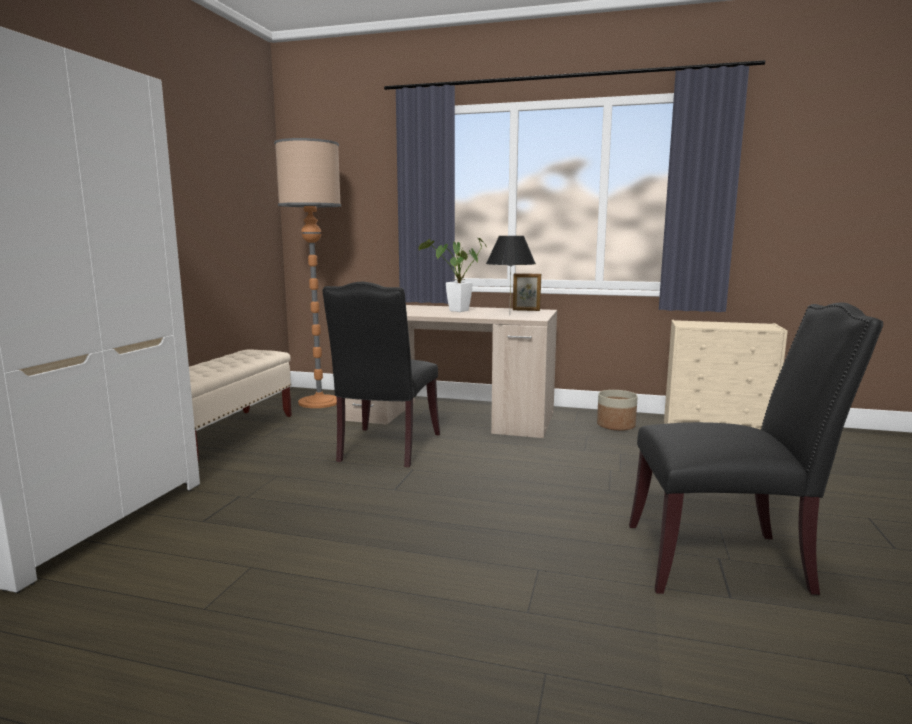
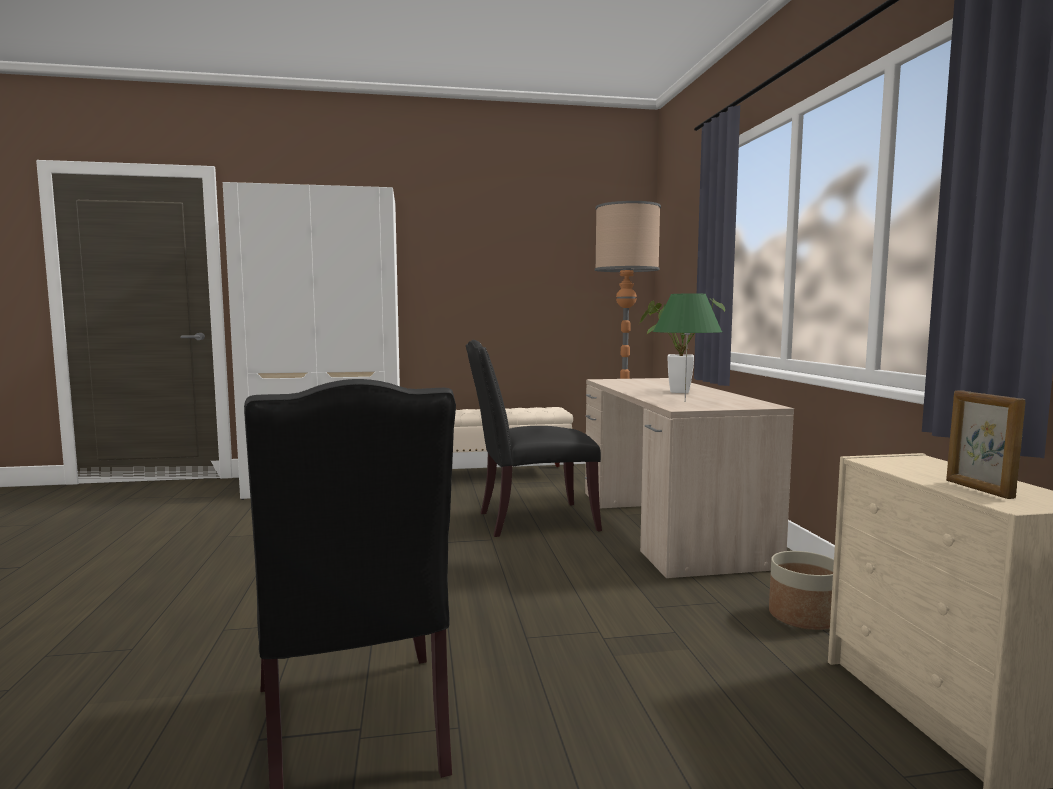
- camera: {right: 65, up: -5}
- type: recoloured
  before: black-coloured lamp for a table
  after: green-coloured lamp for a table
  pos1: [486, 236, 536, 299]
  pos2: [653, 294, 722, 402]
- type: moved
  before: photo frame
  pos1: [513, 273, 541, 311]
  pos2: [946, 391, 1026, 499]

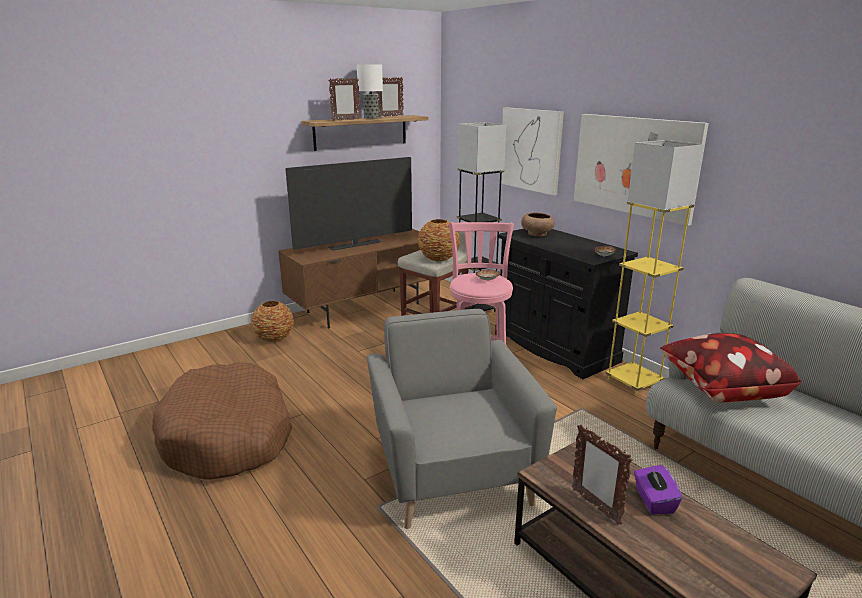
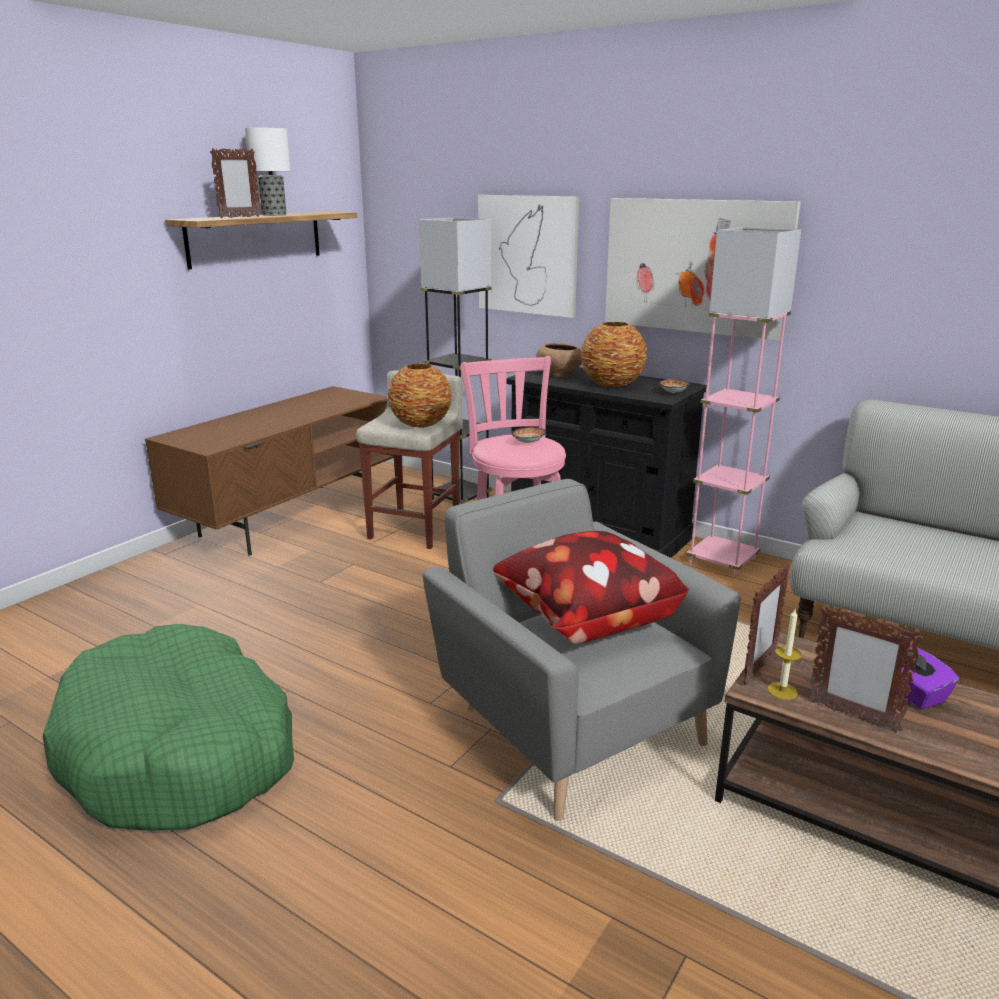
- camera: {right: -20, up: 0}
- type: recoloured
  before: brownish pet bed
  after: green-coloured pet bed
  pos1: [152, 362, 292, 479]
  pos2: [43, 624, 294, 831]
- type: moved
  before: throw pillow
  pos1: [660, 333, 802, 402]
  pos2: [493, 531, 688, 644]
- type: moved
  before: flower vase
  pos1: [251, 301, 294, 342]
  pos2: [581, 322, 647, 387]
- type: recoloured
  before: yellowish floor lamp
  after: pinkish floor lamp
  pos1: [605, 140, 704, 395]
  pos2: [686, 227, 801, 576]
- type: moved
  before: photo frame
  pos1: [377, 77, 404, 116]
  pos2: [743, 563, 790, 685]
- type: added
  after: wax light
  pos2: [767, 609, 802, 700]
- type: removed
  before: television
  pos1: [285, 157, 412, 250]

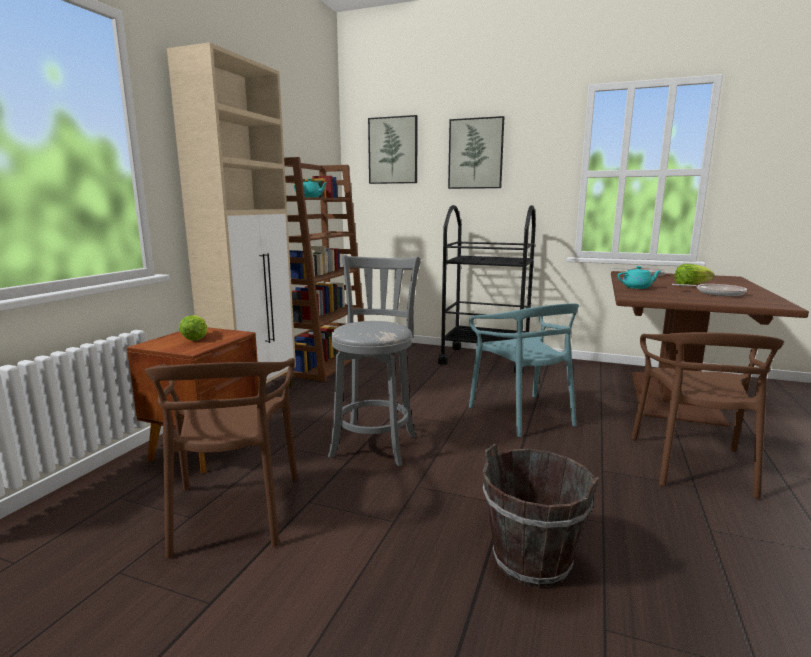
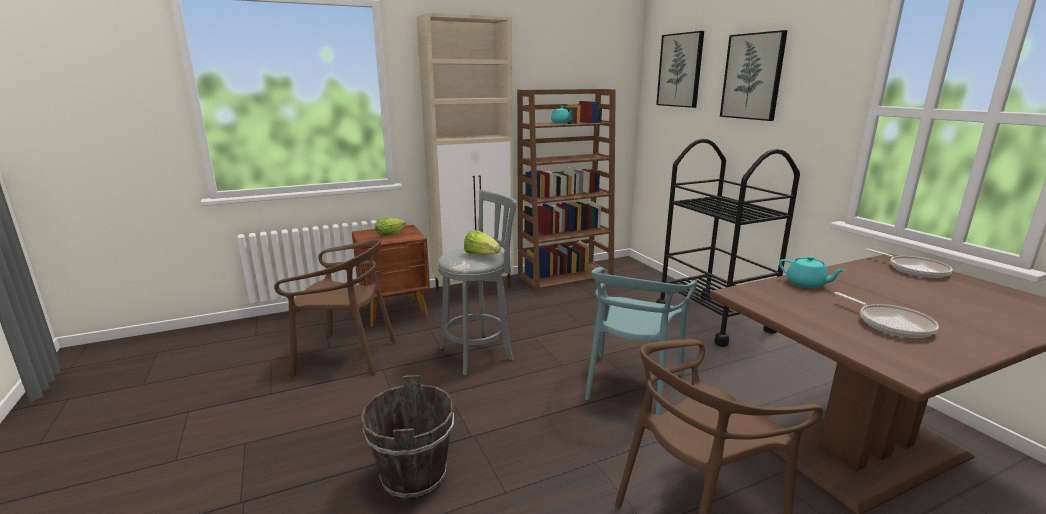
- camera: {right: 45, up: 5}
- type: turned
  before: brownish upright chair
  pos1: [145, 358, 298, 558]
  pos2: [274, 239, 396, 375]
  turn: -120
- type: moved
  before: lettuce head
  pos1: [675, 264, 715, 286]
  pos2: [464, 230, 501, 255]

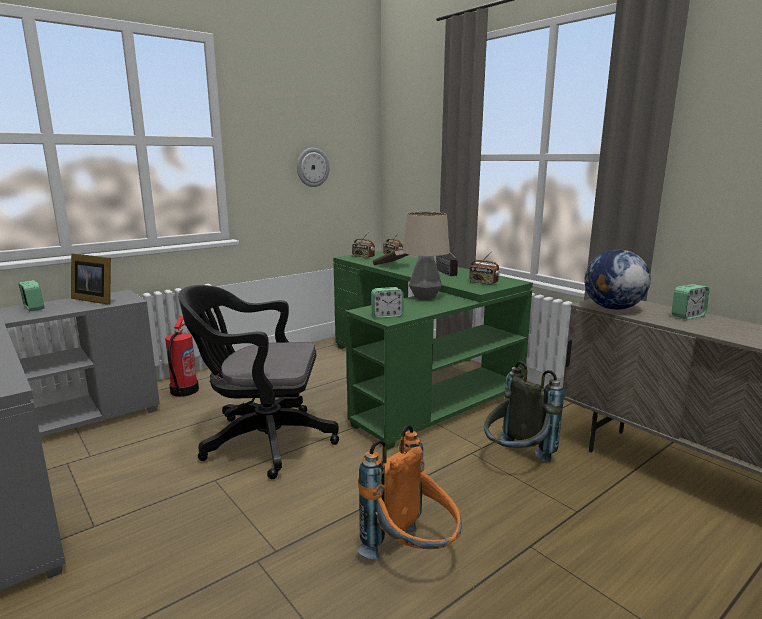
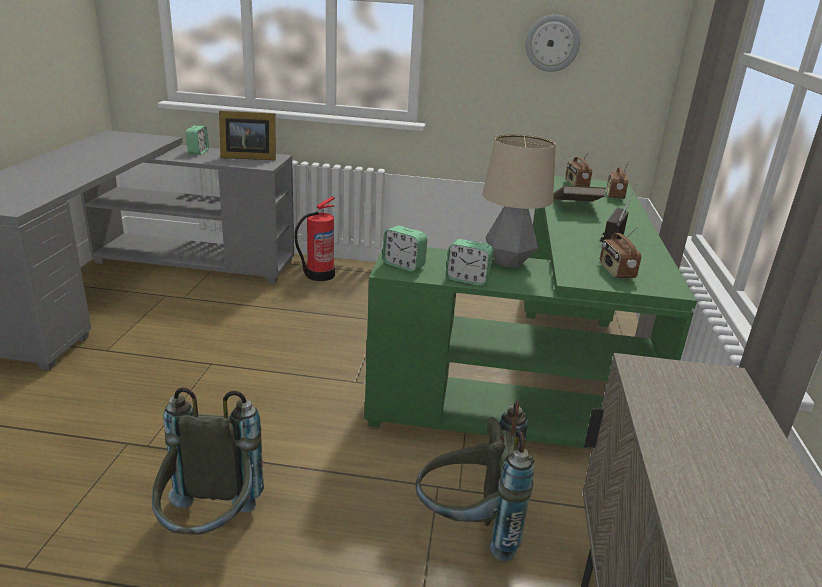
- camera: {right: 45, up: 10}
- type: recoloured
  before: orangey backpack
  after: greyish backpack
  pos1: [356, 425, 462, 559]
  pos2: [152, 387, 264, 535]
- type: turned
  before: photo frame
  pos1: [71, 254, 111, 305]
  pos2: [219, 111, 276, 160]
  turn: -75
- type: moved
  before: bedside clock
  pos1: [672, 284, 709, 319]
  pos2: [446, 239, 493, 286]
- type: removed
  before: black-coloured office chair
  pos1: [178, 285, 339, 479]
- type: removed
  before: desk globe
  pos1: [584, 249, 651, 310]

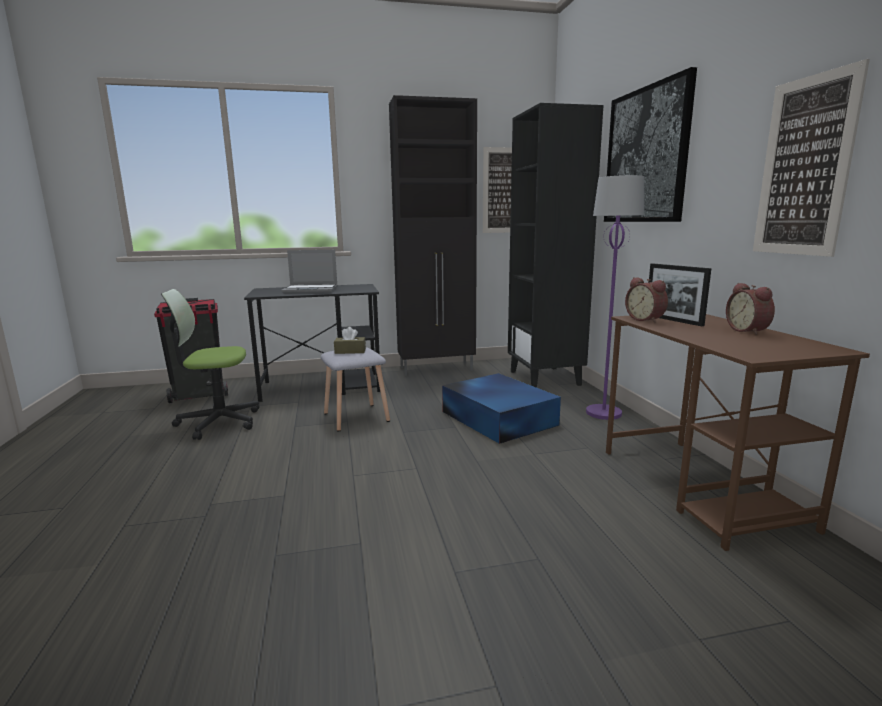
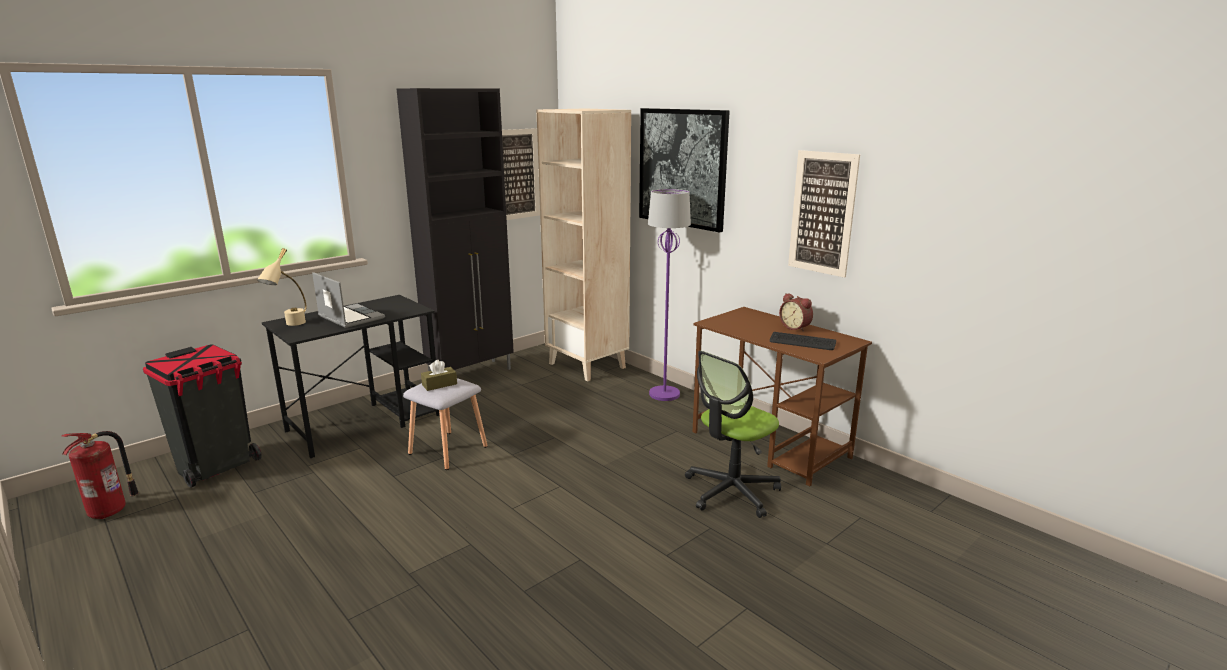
- camera: {right: -30, up: 5}
- type: added
  after: fire-fighting cylinder
  pos2: [61, 431, 139, 519]
- type: added
  after: beige lamp for a table
  pos2: [257, 248, 307, 326]
- type: turned
  before: portable computer
  pos1: [281, 250, 338, 293]
  pos2: [312, 272, 385, 328]
  turn: -105
- type: recoloured
  before: black-coloured bookcase
  after: beige bookcase
  pos1: [508, 103, 603, 388]
  pos2: [536, 109, 631, 381]
- type: moved
  before: office chair
  pos1: [161, 289, 260, 440]
  pos2: [685, 351, 781, 518]
- type: added
  after: computer keyboard
  pos2: [770, 332, 836, 350]
- type: removed
  before: blue storage container
  pos1: [442, 373, 561, 444]
- type: removed
  before: bedside clock
  pos1: [625, 277, 668, 323]
- type: removed
  before: photo frame
  pos1: [649, 264, 711, 326]

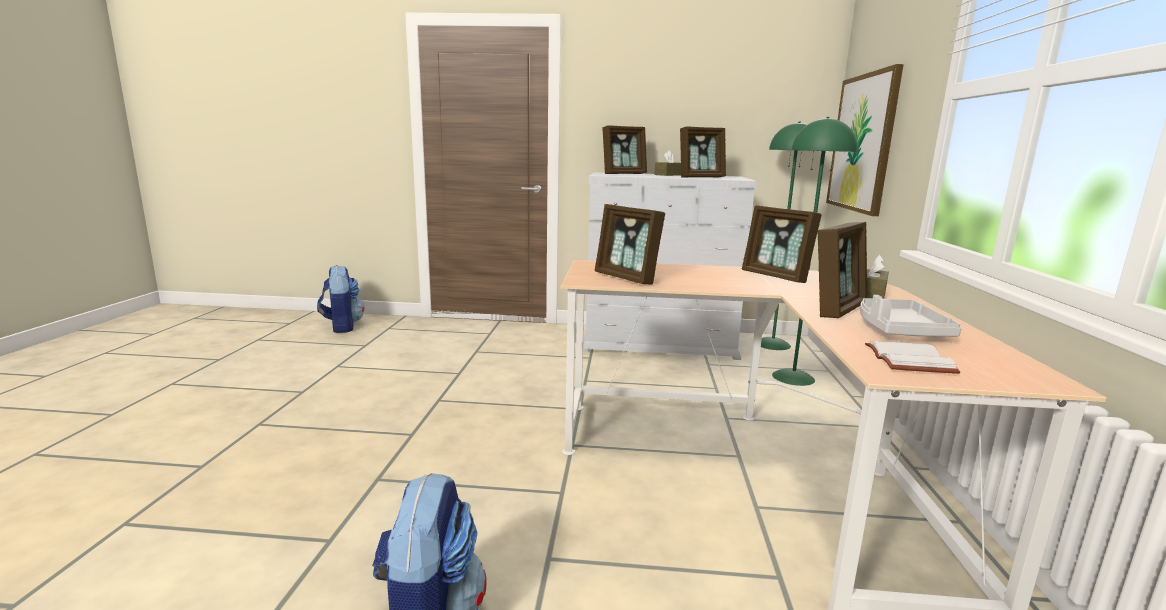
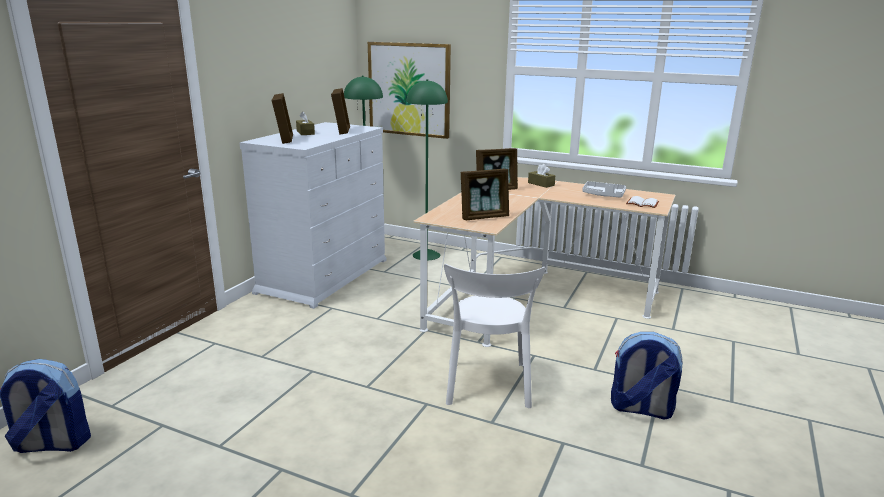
- camera: {right: -70, up: 5}
- type: added
  after: white-coloured upright chair
  pos2: [444, 264, 545, 408]
- type: removed
  before: photo frame
  pos1: [818, 222, 867, 318]

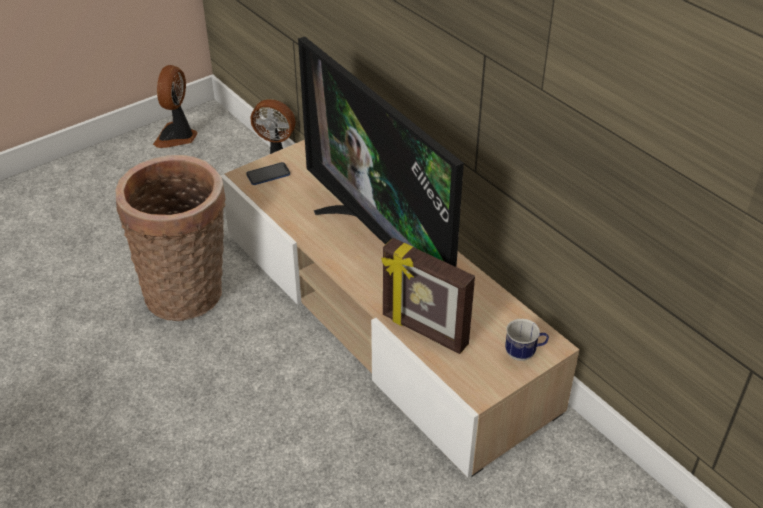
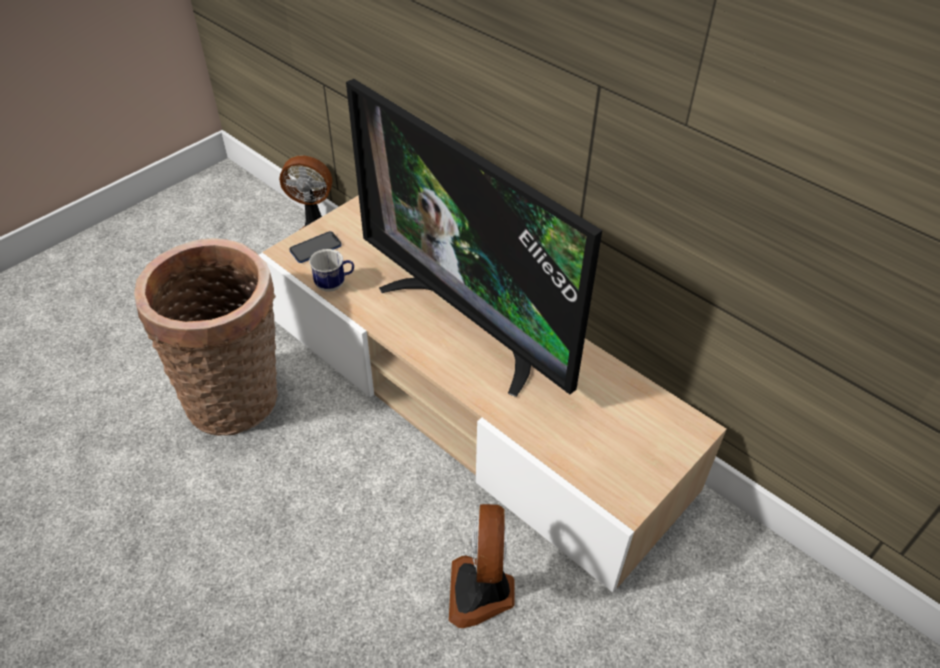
- camera: {right: -10, up: 5}
- type: moved
  before: coffee mug
  pos1: [505, 319, 549, 361]
  pos2: [309, 249, 354, 292]
- type: moved
  before: electric fan
  pos1: [153, 65, 198, 148]
  pos2: [449, 504, 514, 628]
- type: removed
  before: photo frame
  pos1: [381, 238, 475, 354]

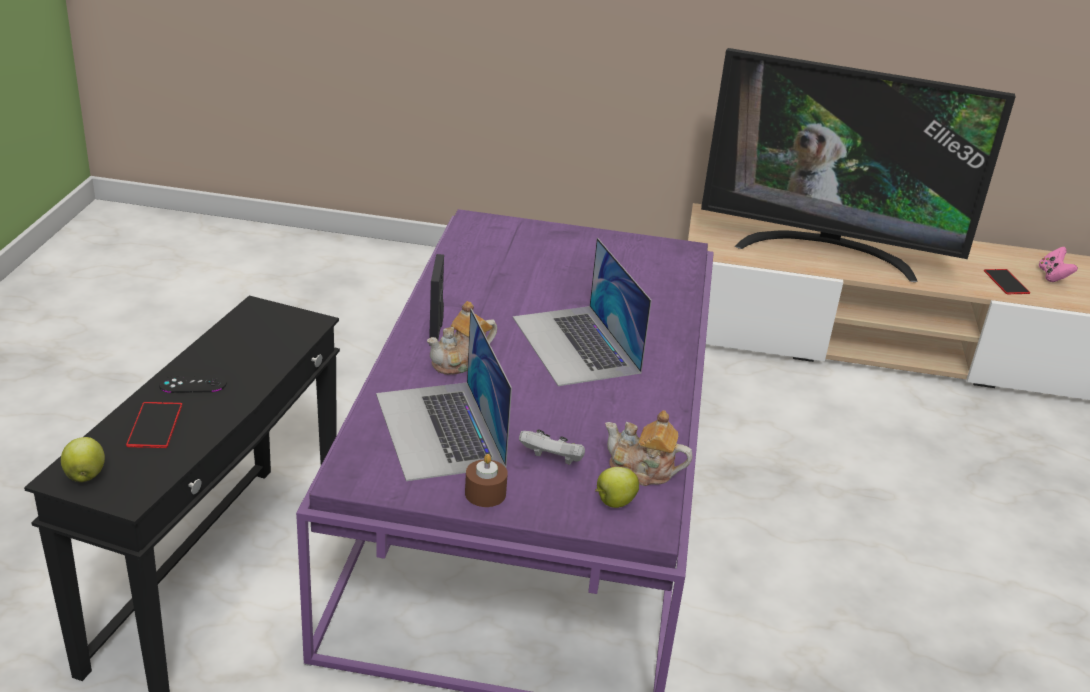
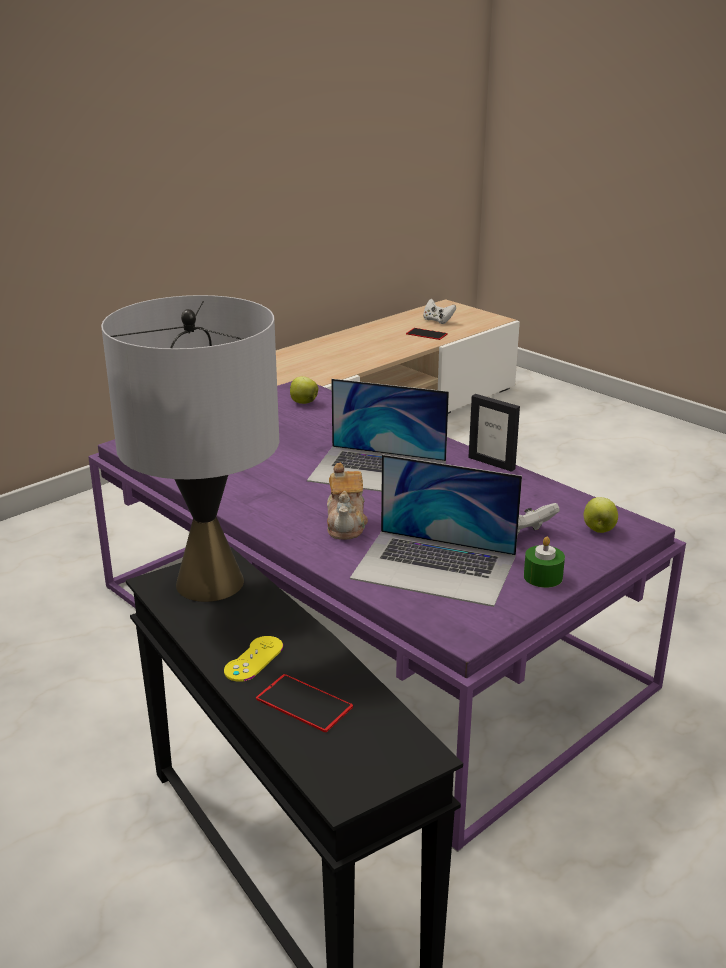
- camera: {right: -50, up: -5}
- type: added
  after: greyish lamp for a table
  pos2: [101, 295, 279, 602]
- type: recoloured
  before: black-coloured game controller
  after: yellowish game controller
  pos1: [159, 375, 227, 393]
  pos2: [224, 636, 283, 682]
- type: moved
  before: apple fruit
  pos1: [61, 437, 105, 482]
  pos2: [290, 376, 318, 404]
- type: recoloured
  before: pinkish game controller
  after: white-coloured game controller
  pos1: [1039, 247, 1078, 282]
  pos2: [423, 299, 456, 324]
- type: moved
  before: photo frame
  pos1: [429, 254, 444, 346]
  pos2: [468, 394, 520, 472]
- type: recoloured
  before: brownish wax light
  after: green-coloured wax light
  pos1: [465, 454, 508, 507]
  pos2: [524, 537, 565, 588]
- type: removed
  before: pot for tea
  pos1: [605, 410, 693, 486]
- type: removed
  before: television
  pos1: [701, 48, 1016, 282]

